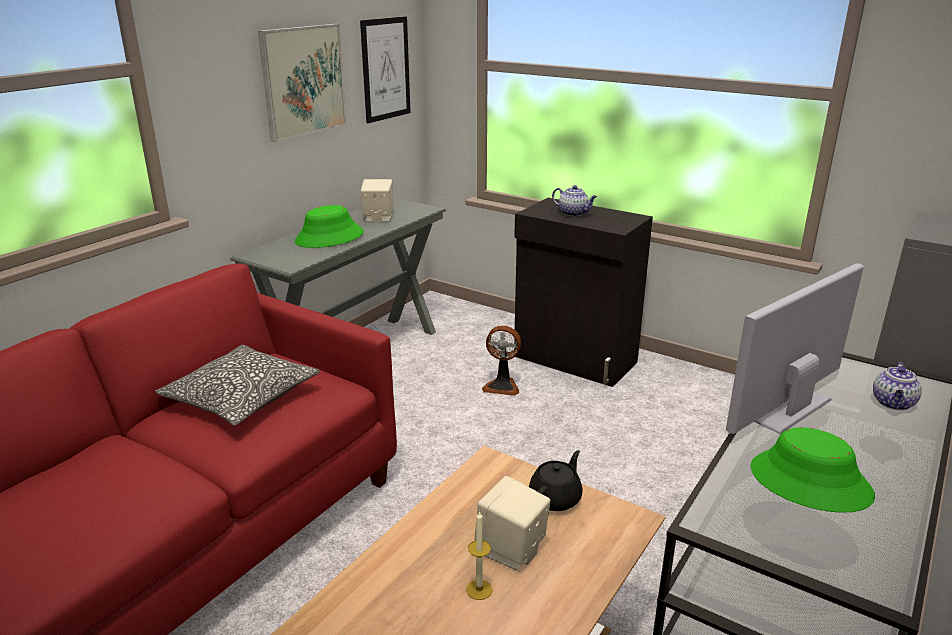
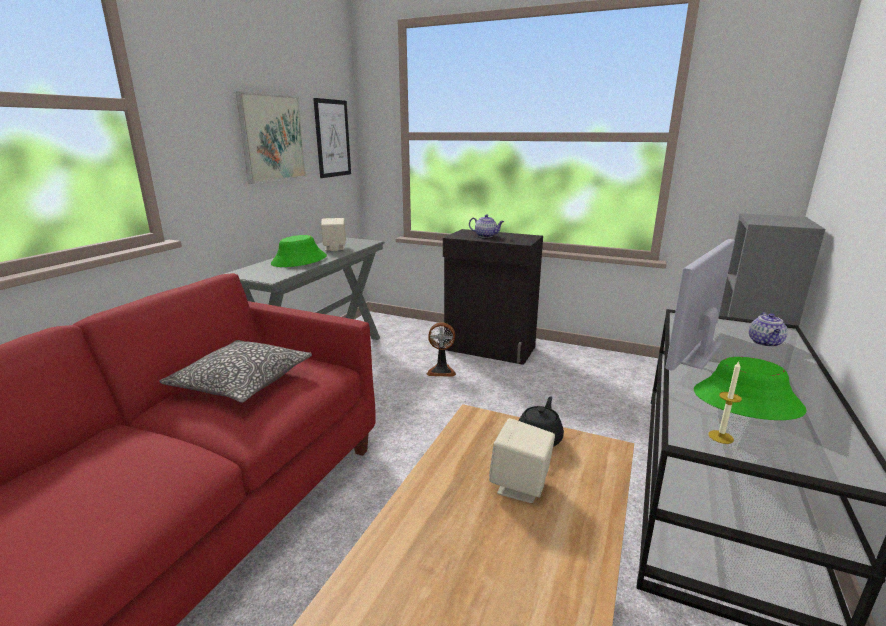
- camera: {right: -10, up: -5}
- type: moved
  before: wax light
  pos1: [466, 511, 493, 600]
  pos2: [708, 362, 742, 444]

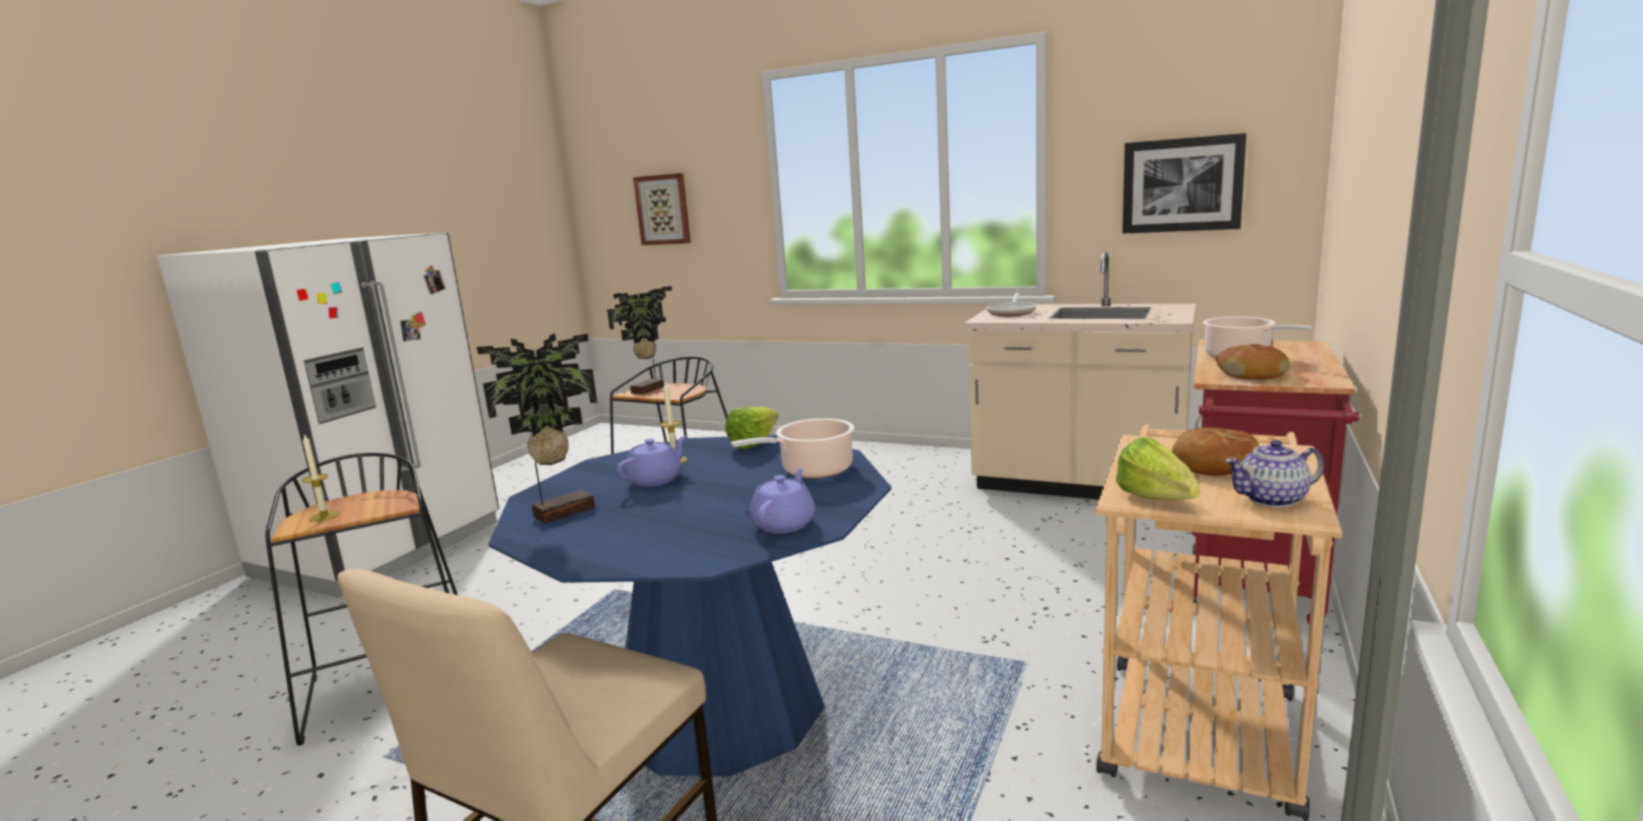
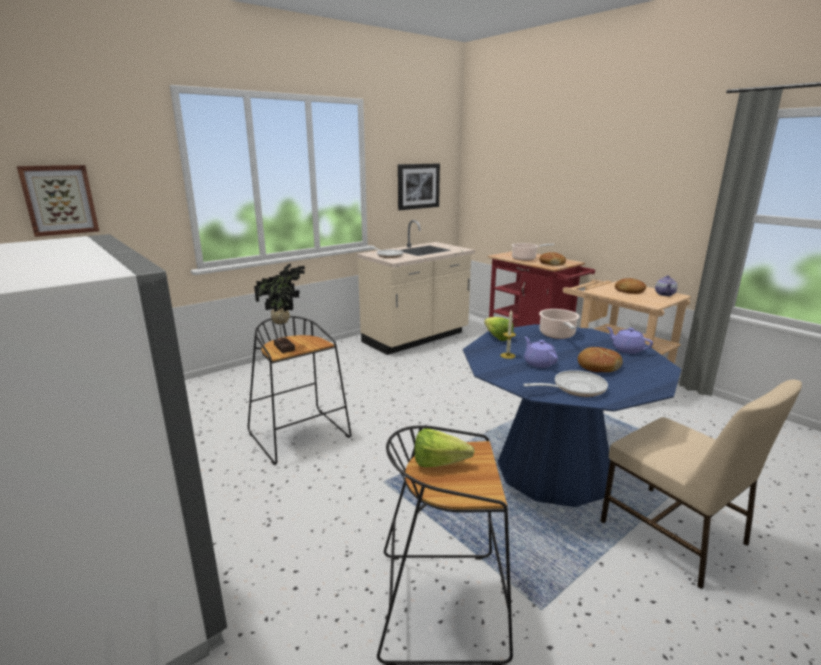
- camera: {right: -65, up: 5}
- type: moved
  before: lettuce head
  pos1: [1116, 437, 1200, 500]
  pos2: [414, 428, 475, 467]
- type: replaced
  before: plant in a pot
  after: pan
  pos1: [477, 333, 597, 524]
  pos2: [523, 370, 608, 397]
- type: added
  after: baked bread
  pos2: [578, 347, 623, 372]
- type: removed
  before: wax light
  pos1: [302, 434, 339, 522]

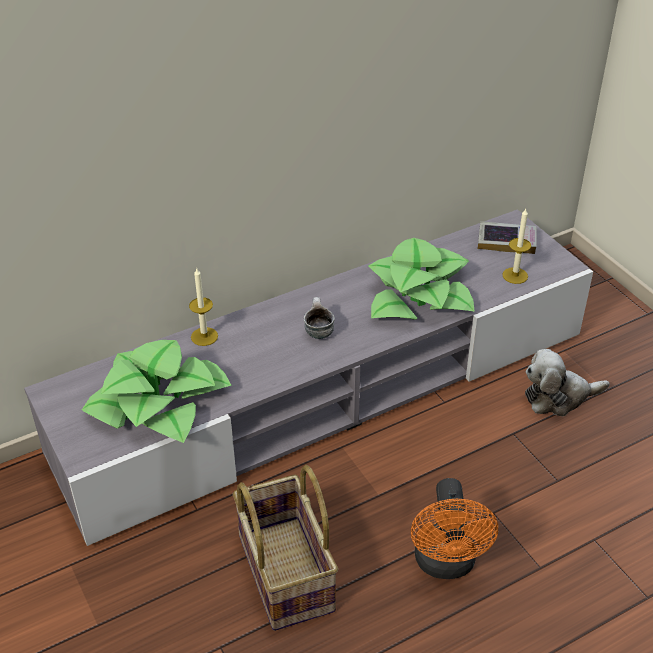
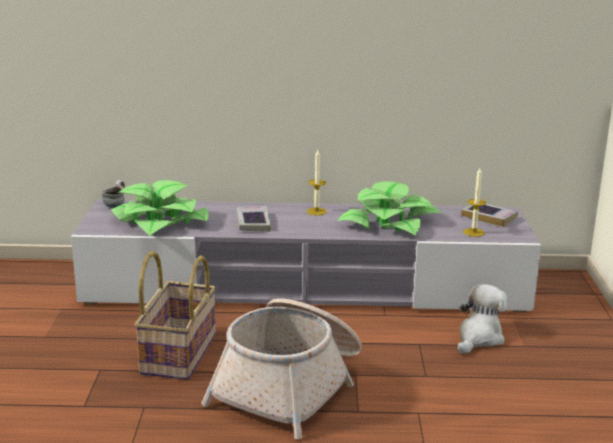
- camera: {right: 30, up: -20}
- type: moved
  before: coffee mug
  pos1: [304, 297, 335, 339]
  pos2: [101, 180, 125, 208]
- type: replaced
  before: orangey electric fan
  after: household basket
  pos1: [411, 478, 498, 579]
  pos2: [201, 299, 362, 439]
- type: added
  after: bound book
  pos2: [237, 206, 271, 232]
- type: moved
  before: wax light
  pos1: [189, 269, 218, 346]
  pos2: [306, 150, 327, 215]
- type: turned
  before: cuddly toy
  pos1: [525, 349, 610, 416]
  pos2: [458, 284, 508, 354]
  turn: 105

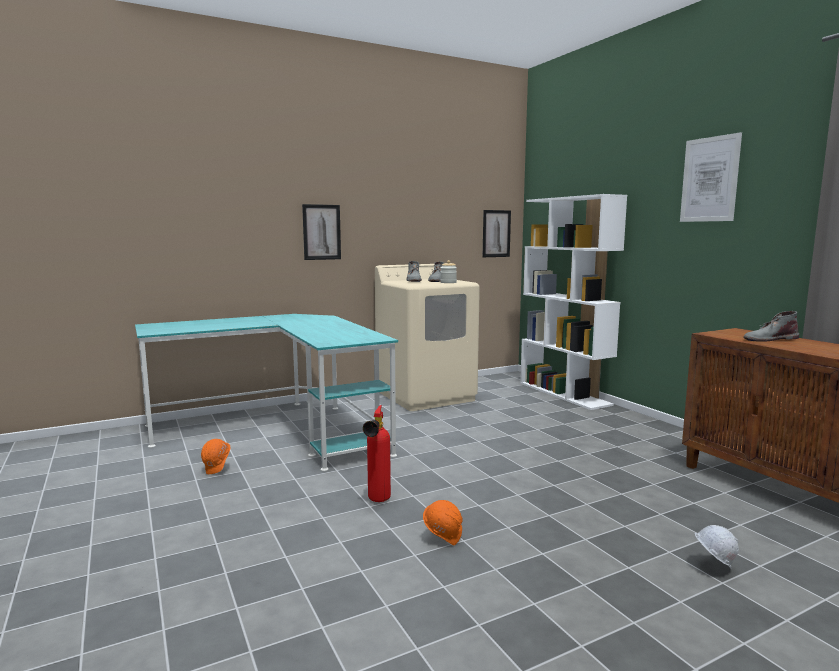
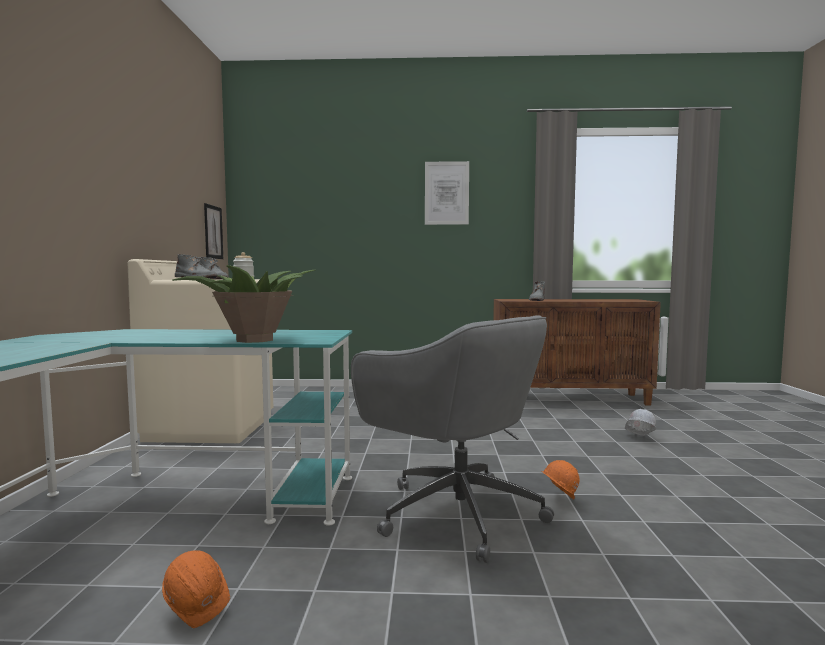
- camera: {right: -60, up: -5}
- type: added
  after: plant in a pot
  pos2: [172, 265, 315, 343]
- type: replaced
  before: fire-fighting cylinder
  after: greyish office chair
  pos1: [363, 405, 391, 502]
  pos2: [351, 315, 554, 563]
- type: removed
  before: picture
  pos1: [302, 204, 341, 260]
- type: removed
  before: white-coloured bookcase
  pos1: [520, 194, 627, 410]

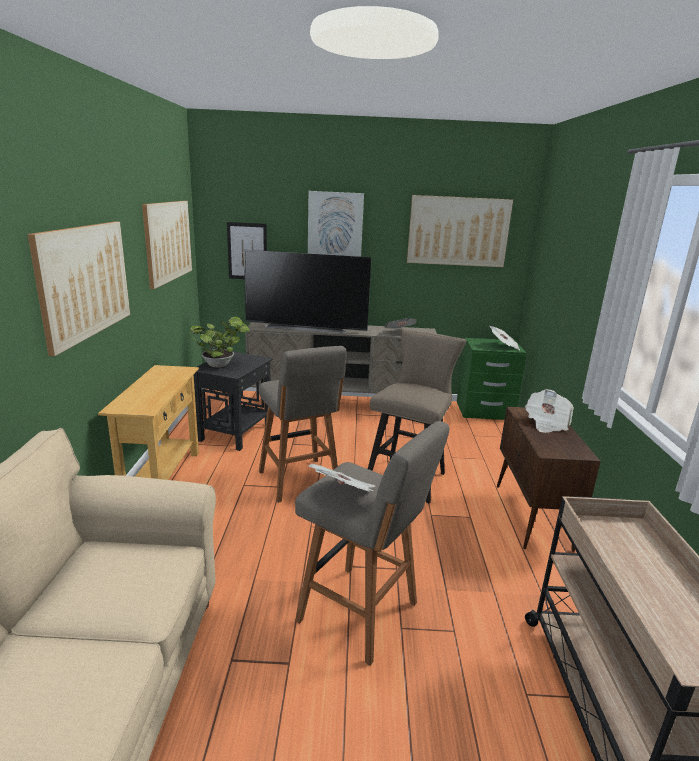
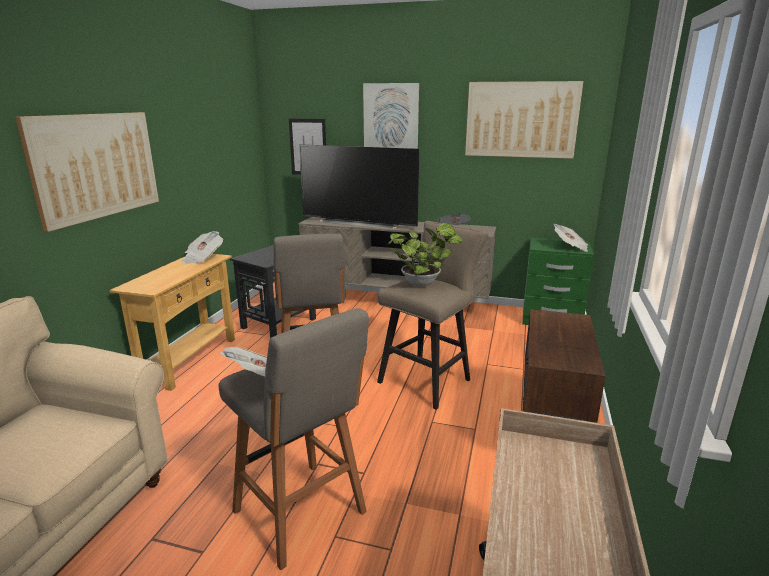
- camera: {right: 15, up: 0}
- type: moved
  before: daily paper
  pos1: [525, 389, 574, 433]
  pos2: [181, 231, 223, 264]
- type: moved
  before: plant in a pot
  pos1: [189, 316, 250, 367]
  pos2: [388, 223, 463, 287]
- type: removed
  before: picture
  pos1: [142, 201, 192, 289]

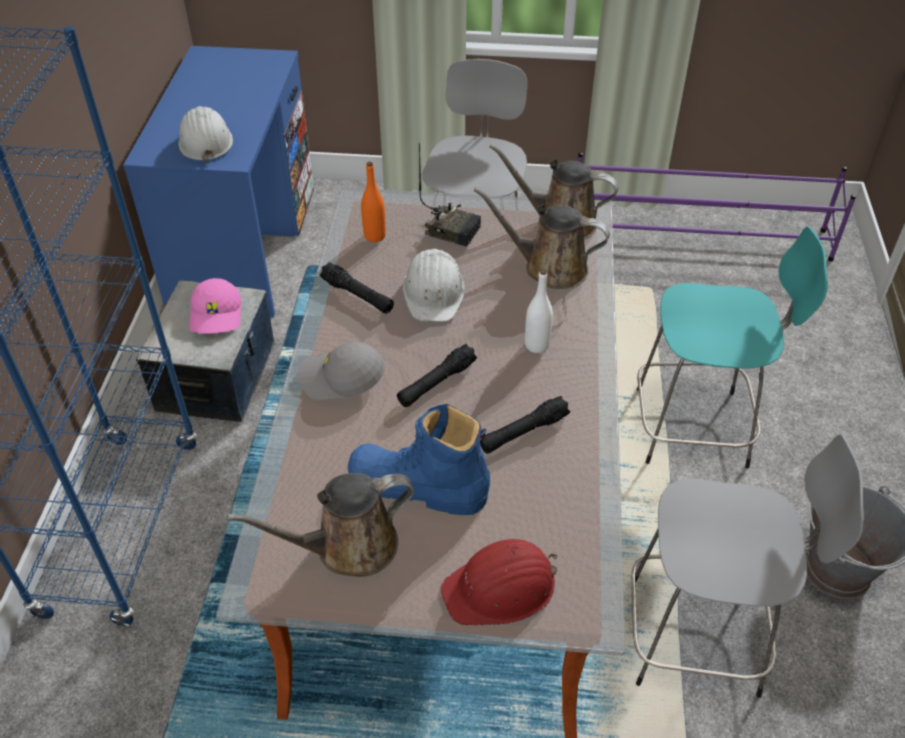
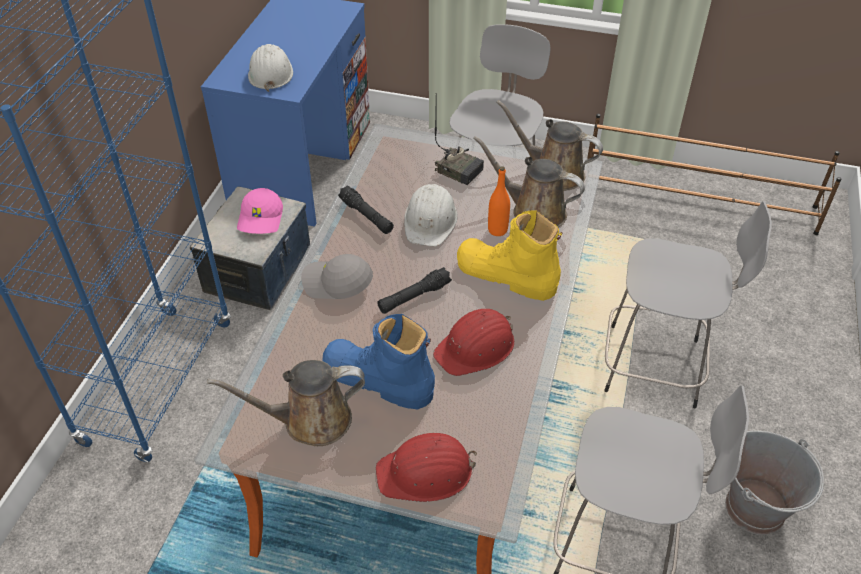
- camera: {right: 10, up: 0}
- type: replaced
  before: black-coloured hand torch
  after: red work helmet
  pos1: [480, 396, 570, 454]
  pos2: [433, 309, 514, 376]
- type: replaced
  before: white-coloured bottle
  after: yellowish boot
  pos1: [525, 269, 553, 353]
  pos2: [457, 210, 562, 301]
- type: moved
  before: orangey bottle
  pos1: [361, 162, 386, 242]
  pos2: [488, 166, 510, 236]
- type: recoloured
  before: purple shoe rack
  after: brownish shoe rack
  pos1: [578, 152, 856, 261]
  pos2: [587, 114, 842, 235]
- type: recoloured
  before: blue-green stool
  after: greyish stool
  pos1: [637, 226, 828, 469]
  pos2: [604, 201, 772, 409]

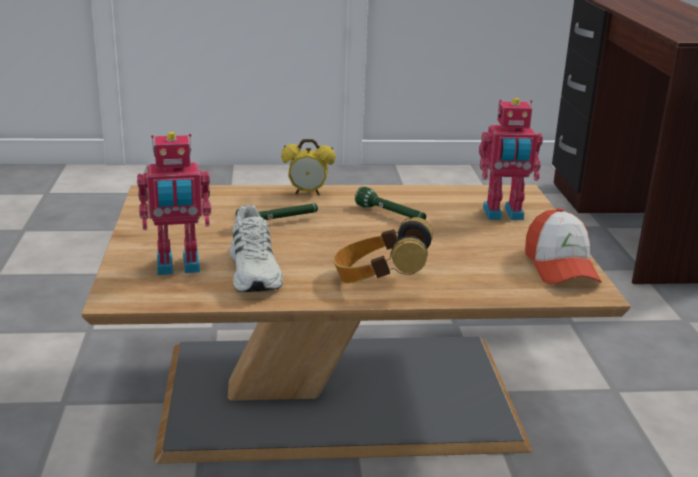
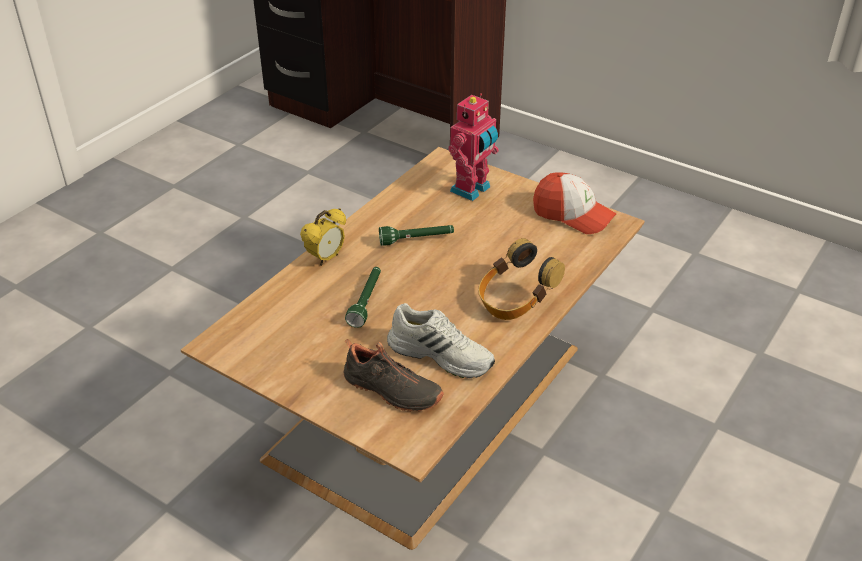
- camera: {right: -50, up: 15}
- type: replaced
  before: toy robot
  after: black-coloured item of footwear
  pos1: [137, 132, 211, 275]
  pos2: [343, 339, 444, 412]

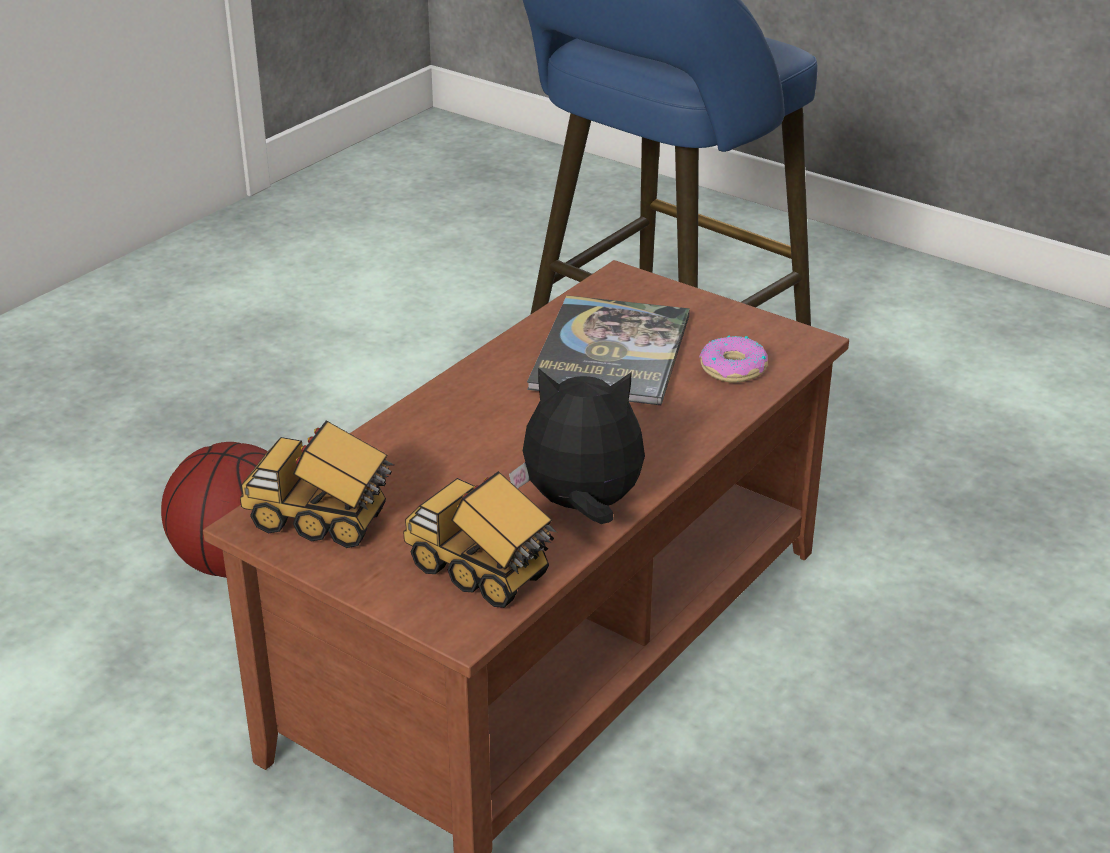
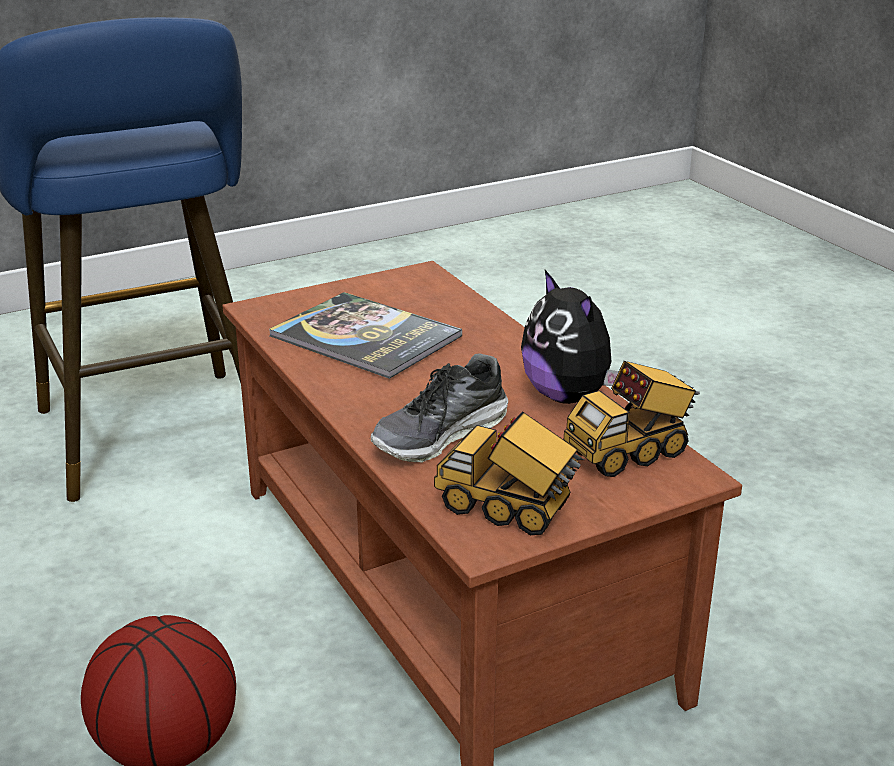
- camera: {right: -65, up: -5}
- type: added
  after: item of footwear
  pos2: [371, 353, 508, 463]
- type: turned
  before: model truck
  pos1: [240, 420, 394, 548]
  pos2: [434, 411, 584, 535]
  turn: 75
- type: turned
  before: cuddly toy
  pos1: [509, 368, 645, 524]
  pos2: [521, 270, 619, 404]
  turn: -60
- type: removed
  before: ring doughnut
  pos1: [699, 335, 768, 383]

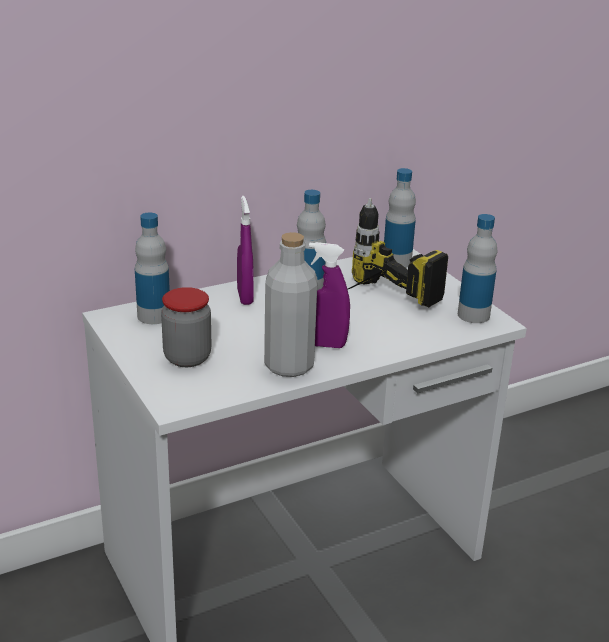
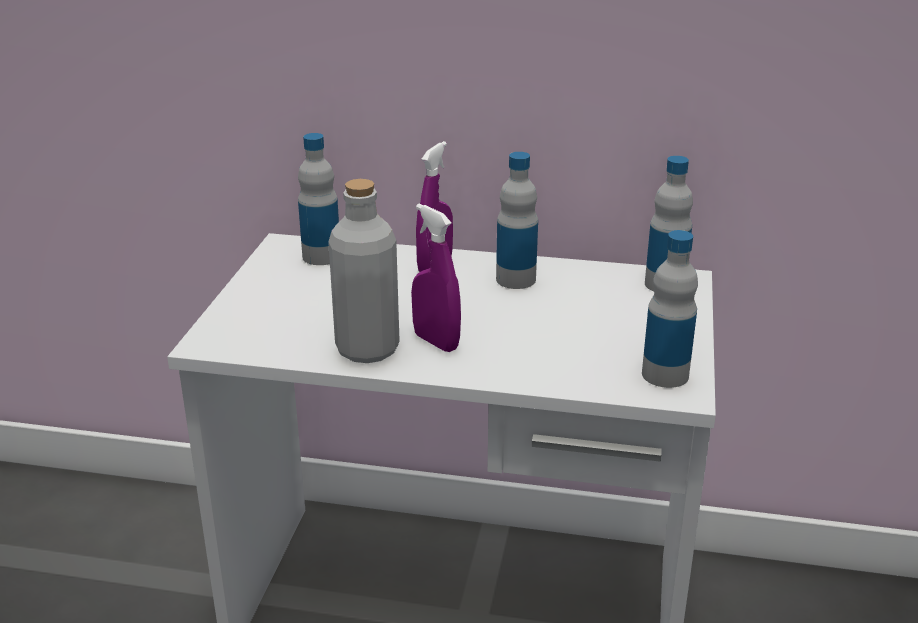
- camera: {right: 40, up: 0}
- type: removed
  before: jar
  pos1: [161, 287, 211, 367]
- type: removed
  before: drill
  pos1: [347, 198, 448, 307]

